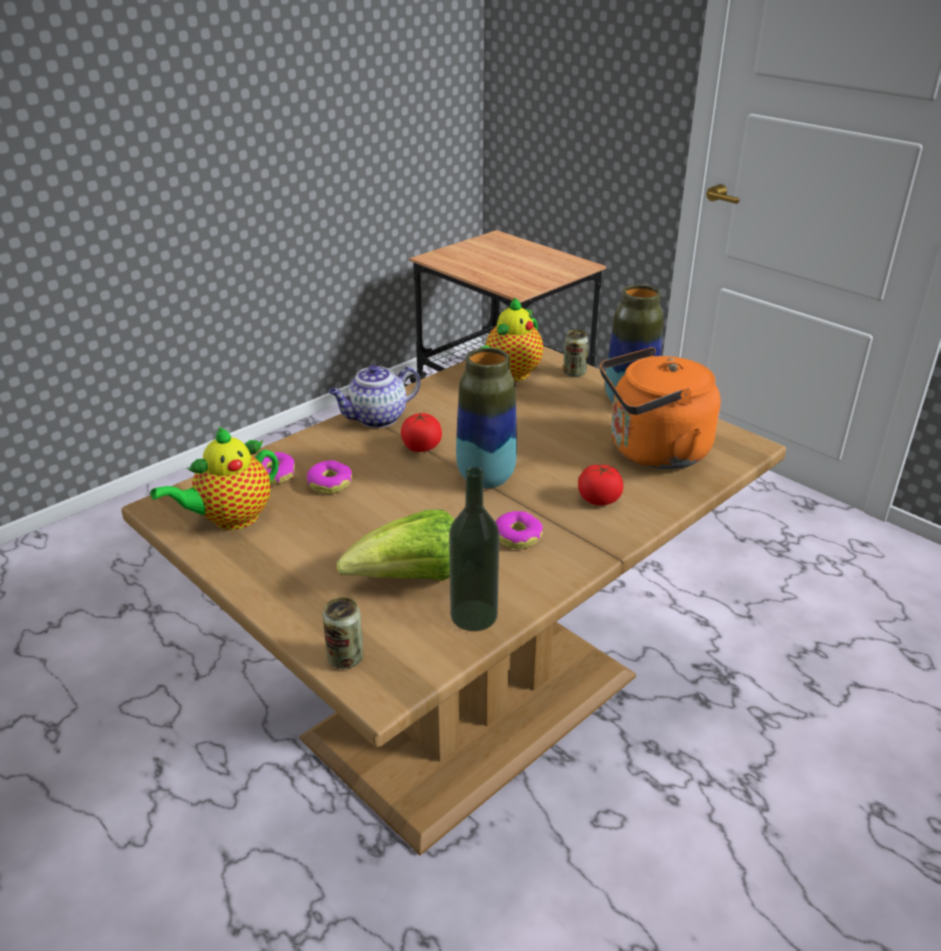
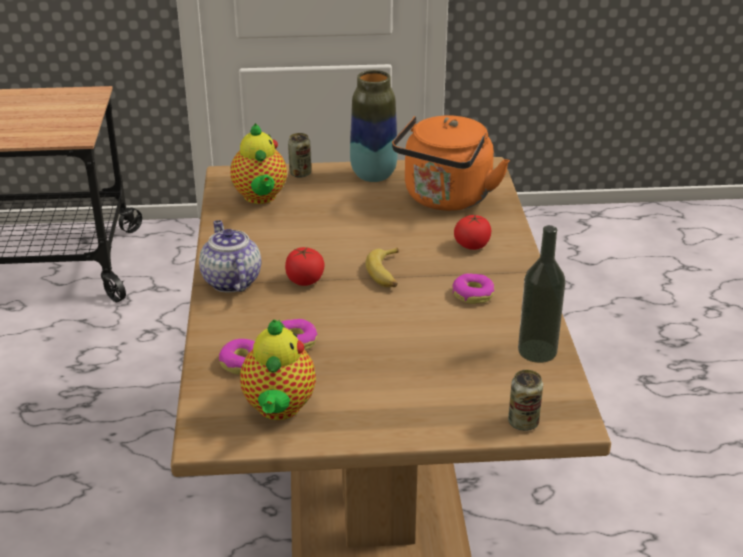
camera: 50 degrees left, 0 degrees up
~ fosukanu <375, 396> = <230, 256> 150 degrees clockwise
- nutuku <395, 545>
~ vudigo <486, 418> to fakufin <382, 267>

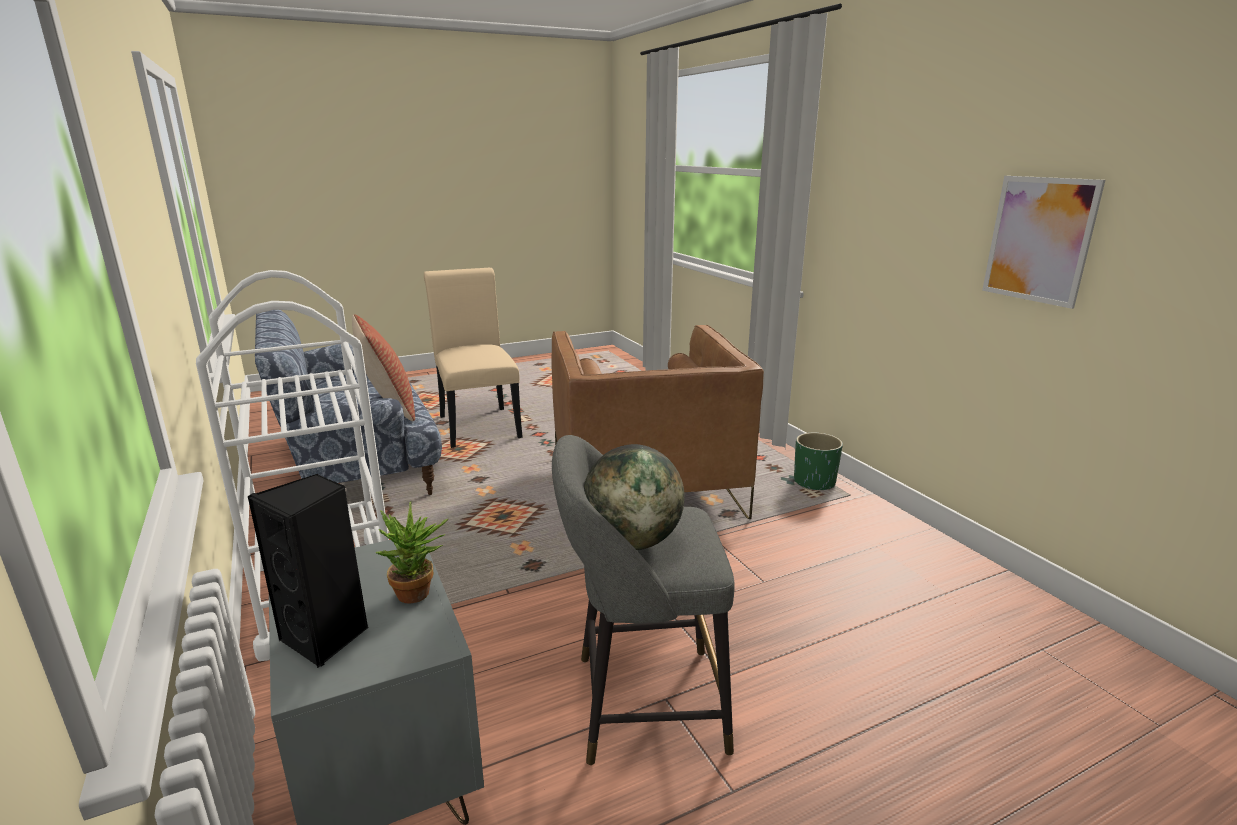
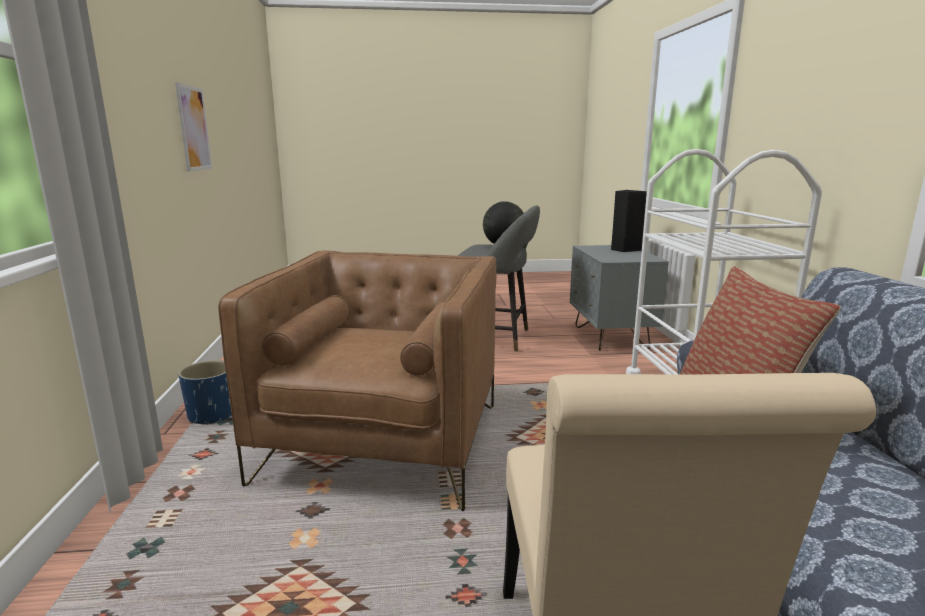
camera: 160 degrees left, 5 degrees down
- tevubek <411, 552>
~ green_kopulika <818, 461> to blue_kopulika <205, 392>

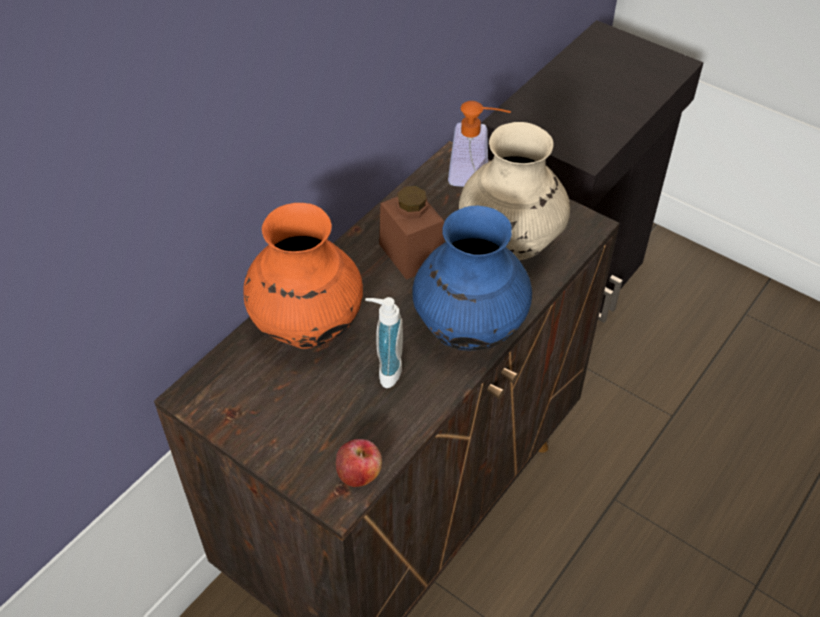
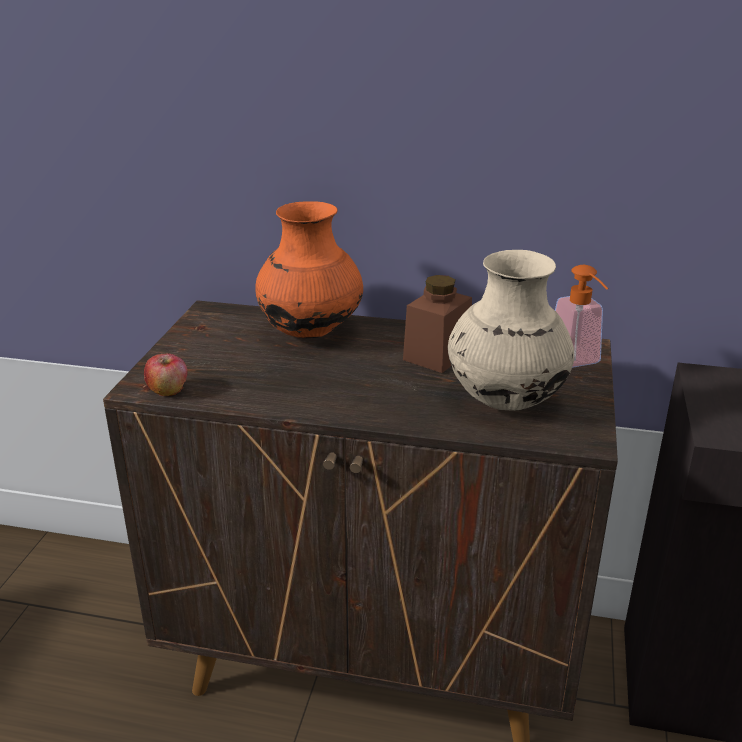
camera: 65 degrees right, 20 degrees down
- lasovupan <384, 342>
- blue_vudigo <472, 278>

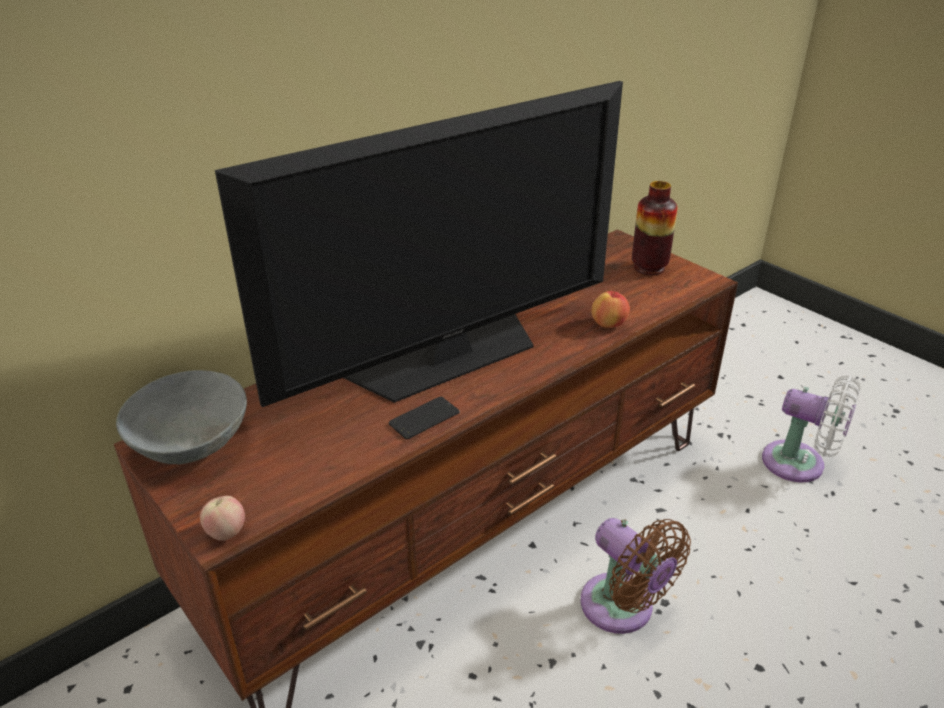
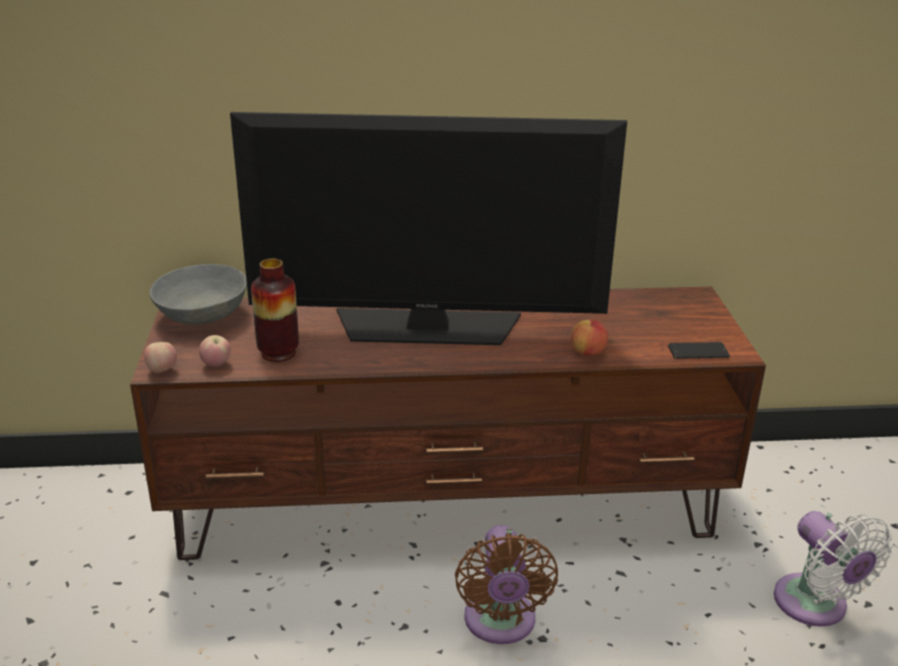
camera: 35 degrees right, 5 degrees down
~ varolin <424, 418> to <699, 350>
~ vudigo <654, 228> to <275, 310>
+ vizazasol <215, 350>

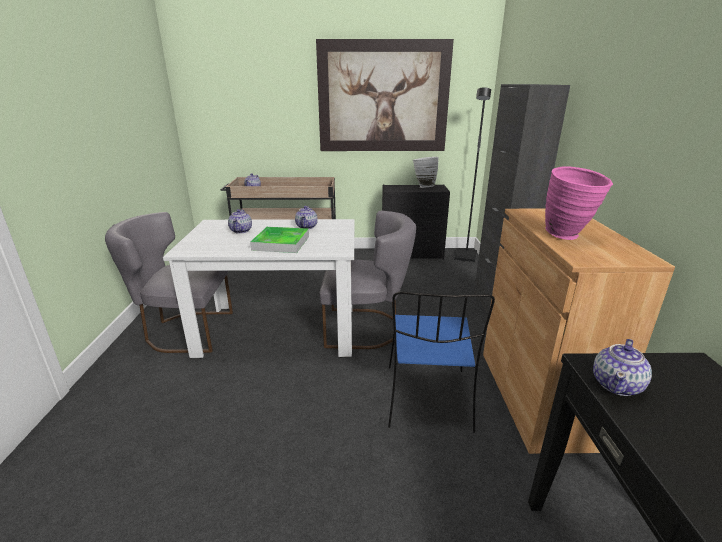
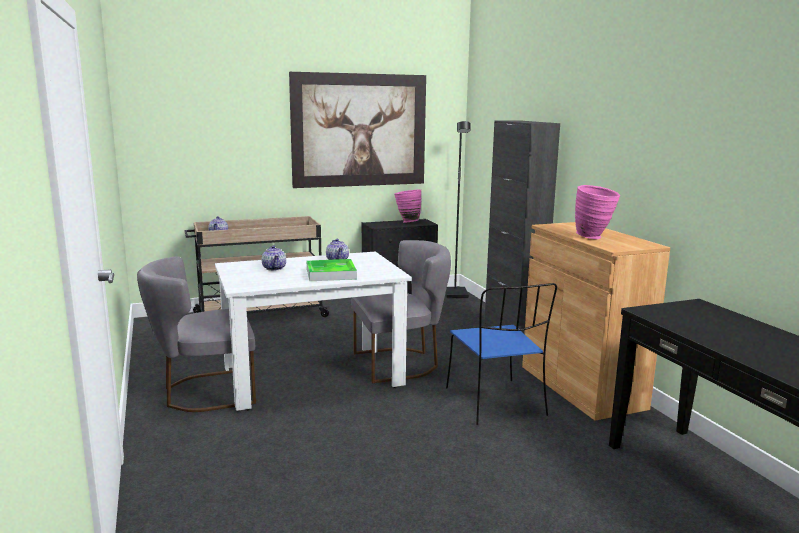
camera: 20 degrees left, 10 degrees down
~ white_vudigo <426, 172> to pink_vudigo <408, 206>
- fosukanu <622, 367>

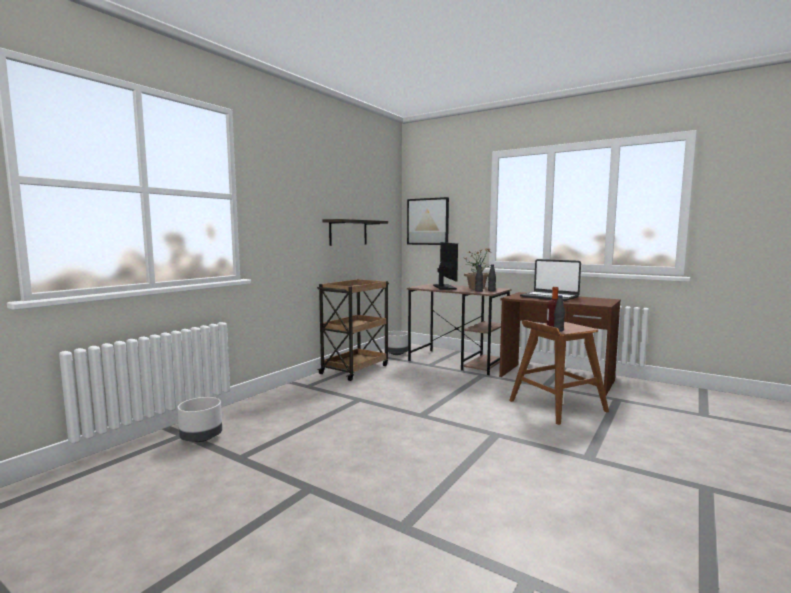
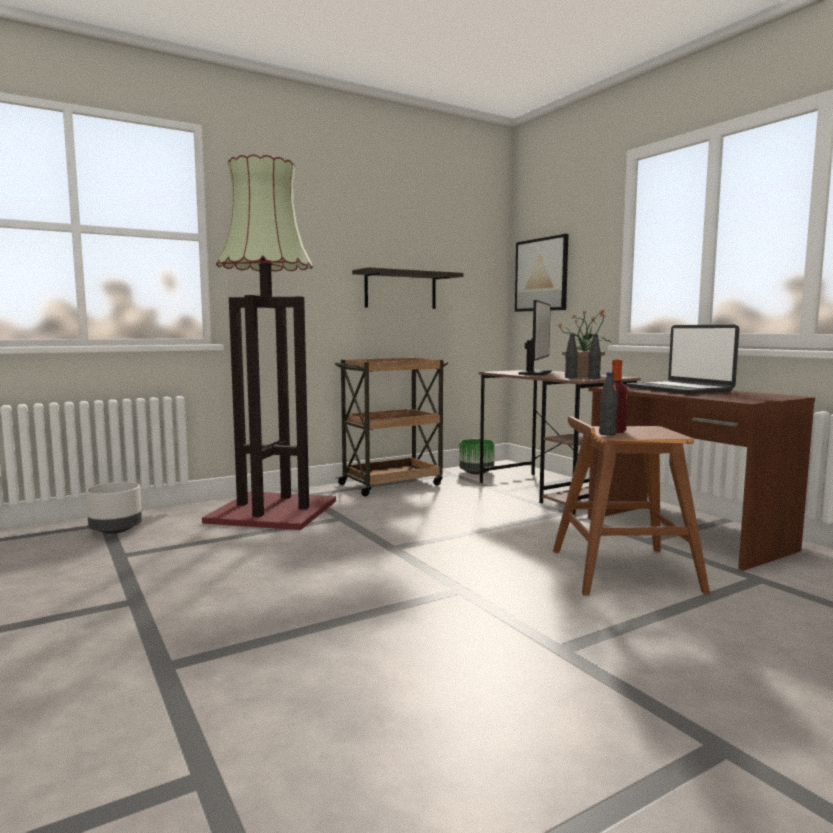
camera: 25 degrees right, 0 degrees up
~ grey_kopulika <398, 343> to green_kopulika <477, 457>
+ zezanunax <269, 342>

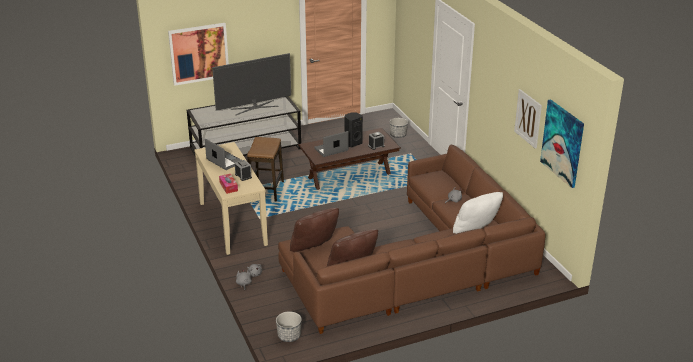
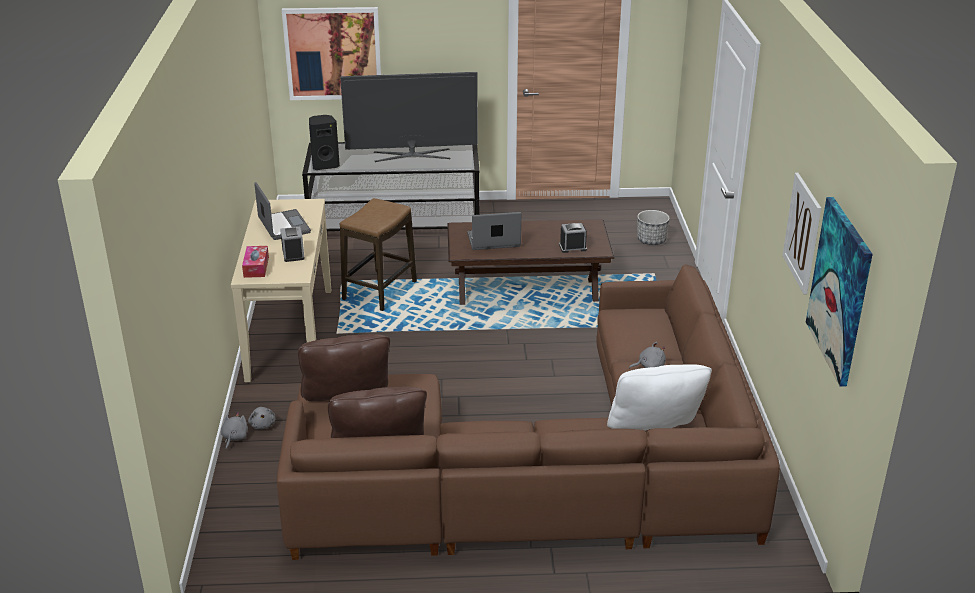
camera: 20 degrees right, 0 degrees up
- kopulika <289, 326>
~ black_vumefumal <353, 129> to <324, 142>

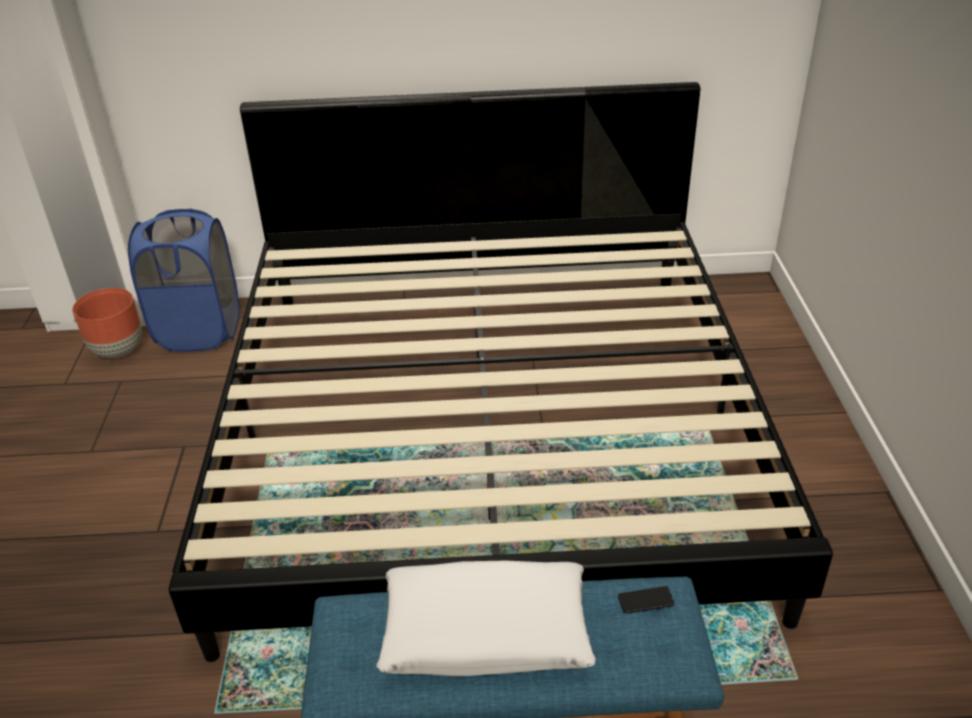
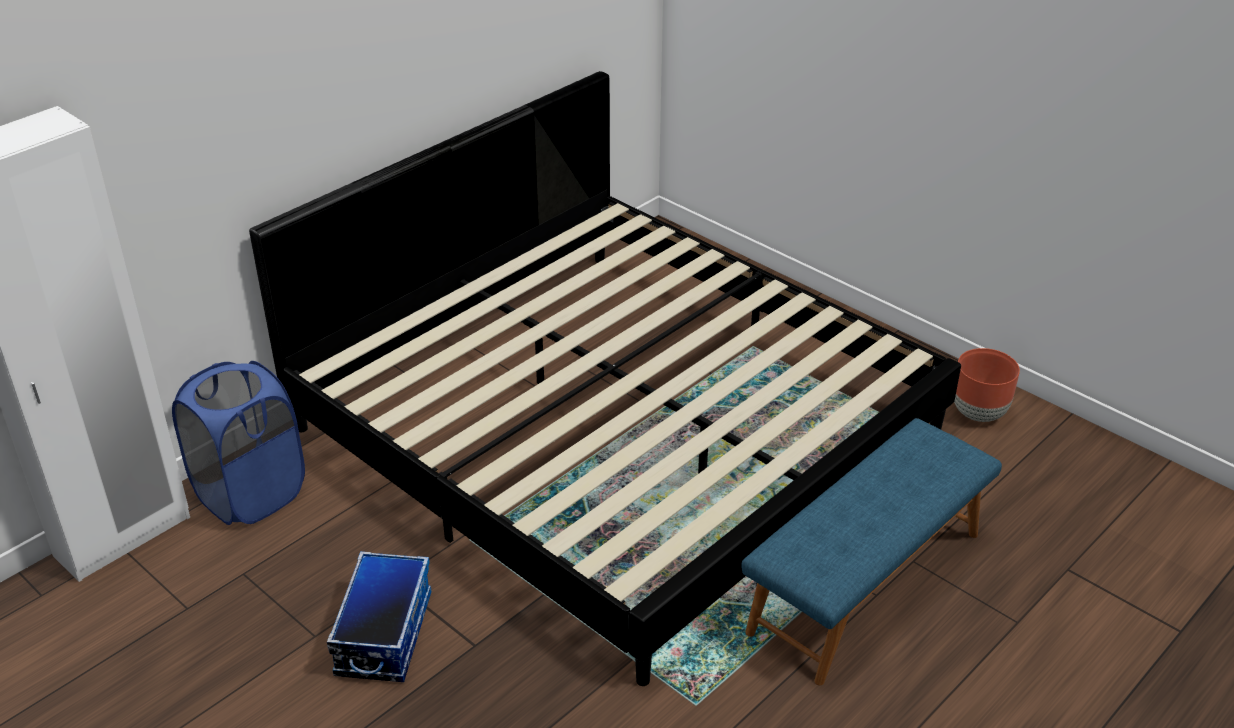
camera: 45 degrees left, 0 degrees up
~ brown_kopulika <107, 323> to <987, 385>
- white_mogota <486, 619>
- varolin <646, 600>
+ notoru <379, 616>

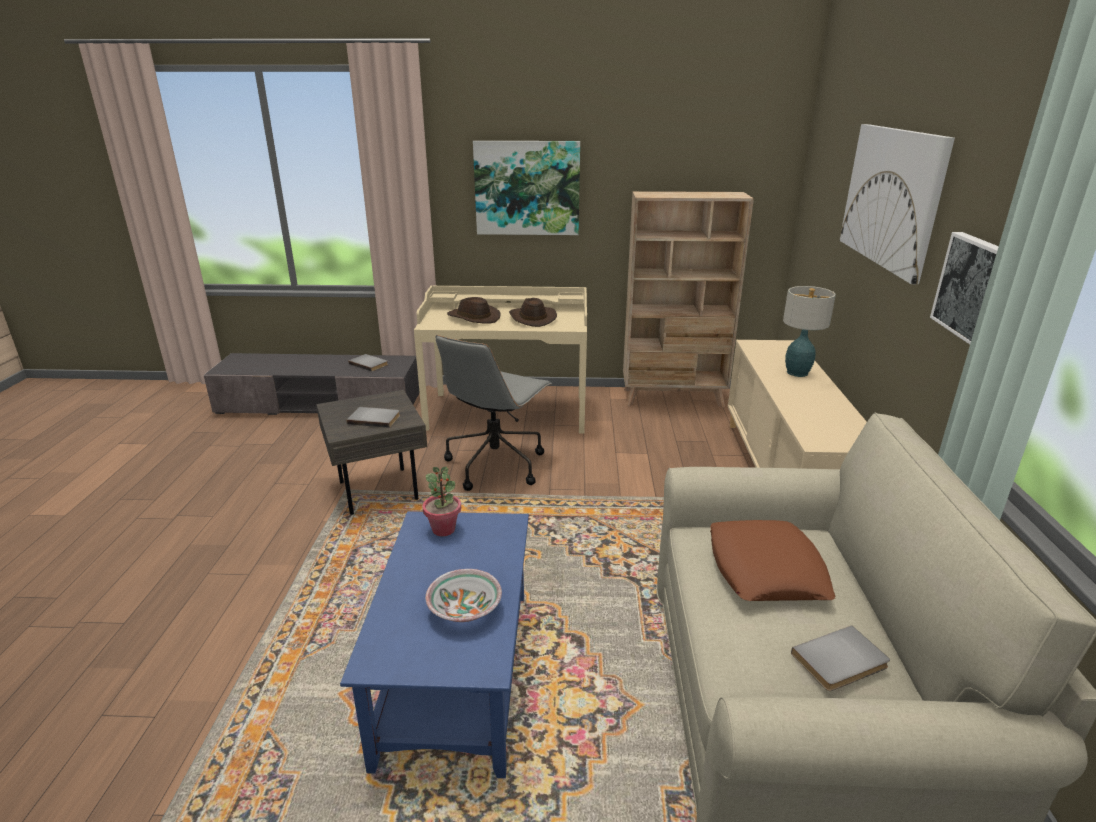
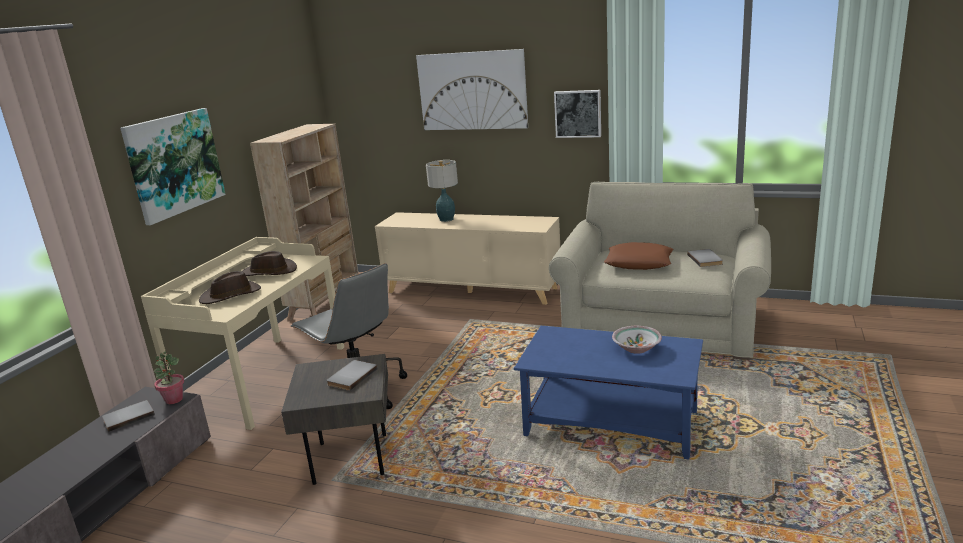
camera: 70 degrees left, 5 degrees down
~ tevubek <441, 501> to <169, 378>

